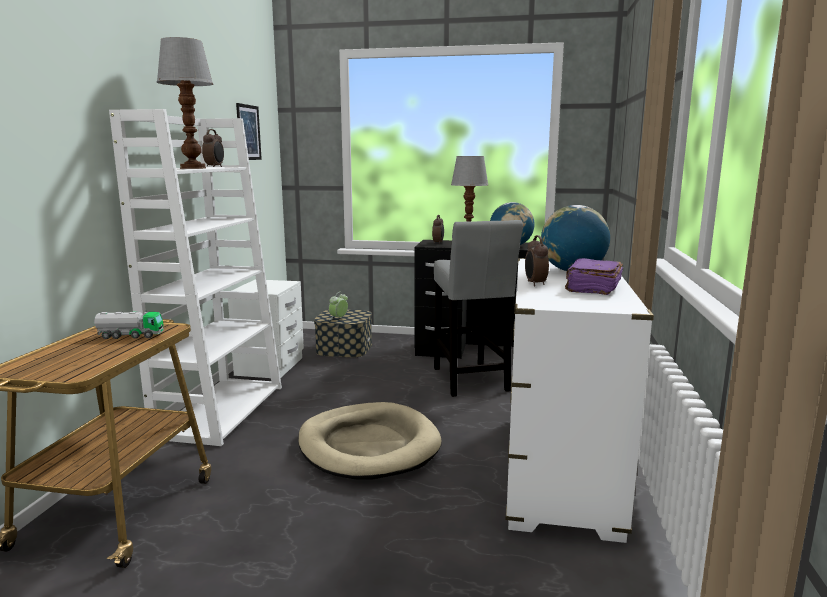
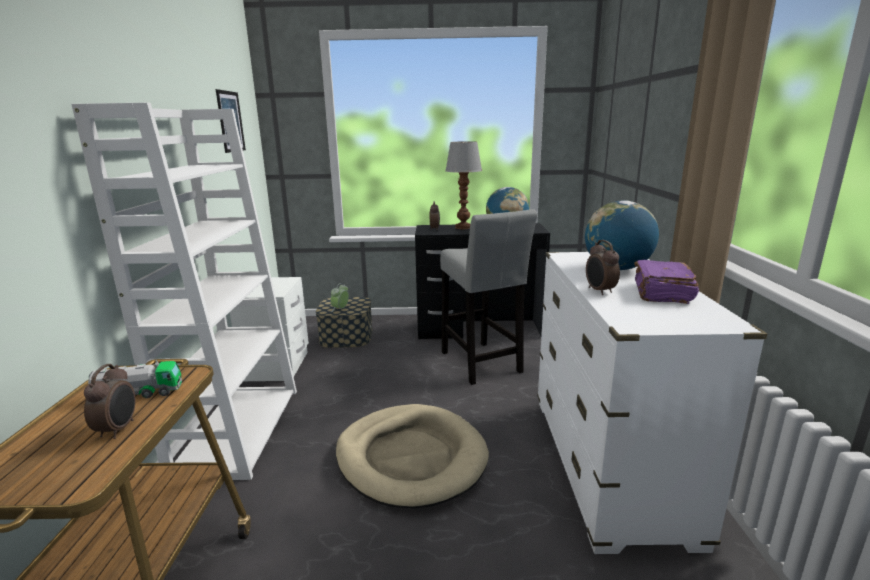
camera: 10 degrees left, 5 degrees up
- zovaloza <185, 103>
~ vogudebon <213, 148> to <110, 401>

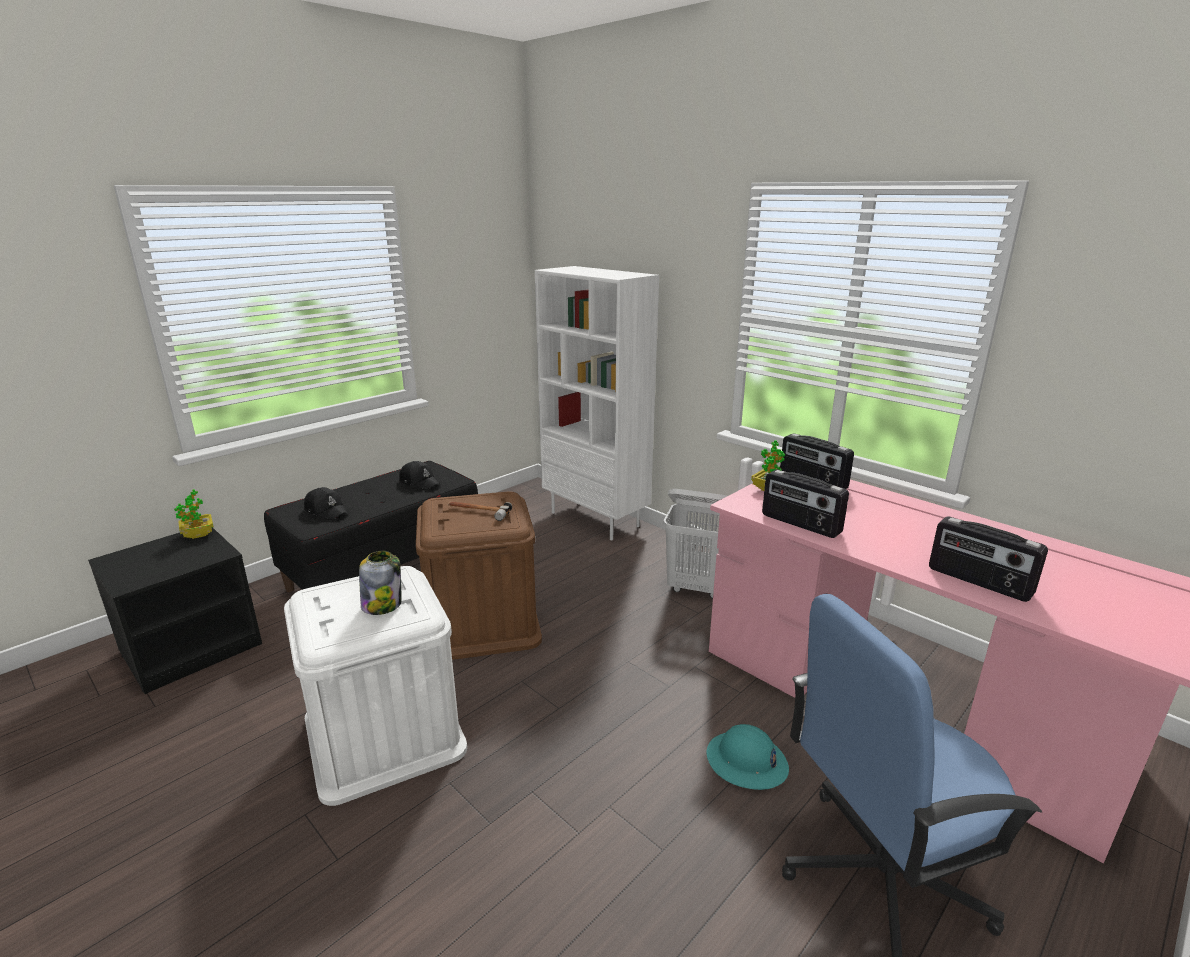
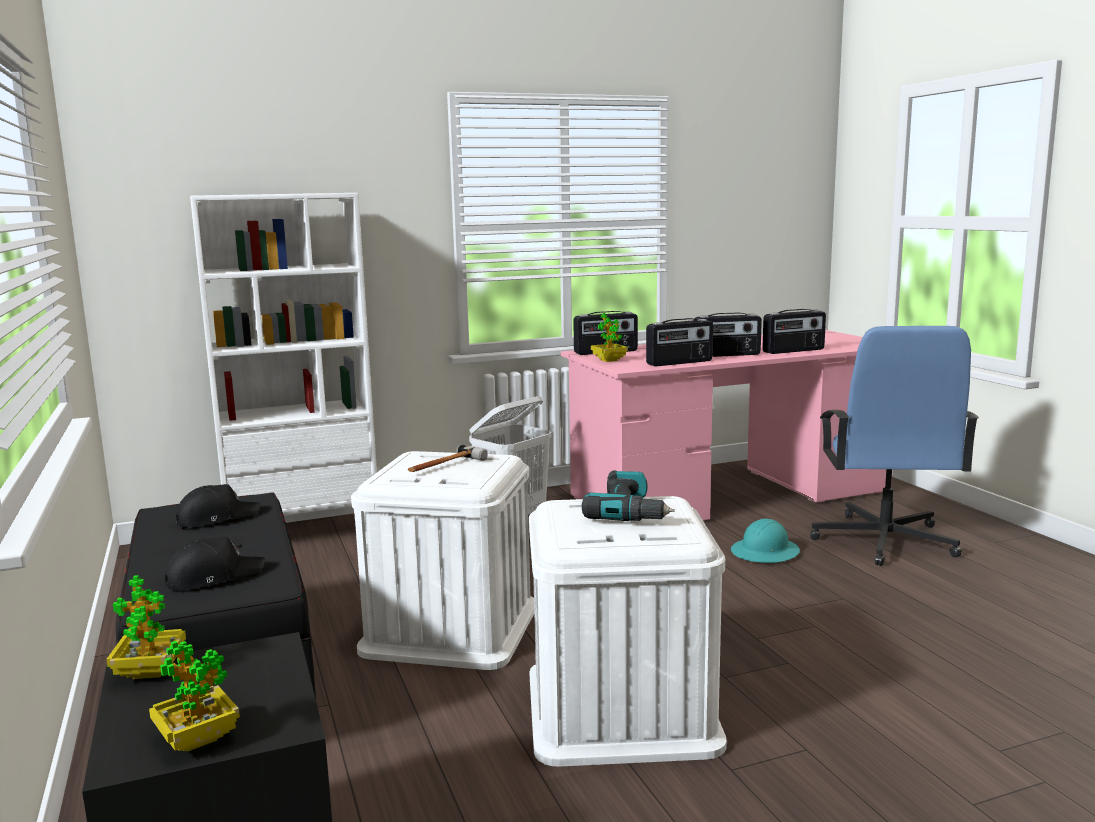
camera: 65 degrees left, 10 degrees down
~ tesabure <380, 583> to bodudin <628, 495>
~ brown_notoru <479, 576> to white_notoru <442, 560>
+ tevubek <194, 696>
+ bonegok <728, 335>

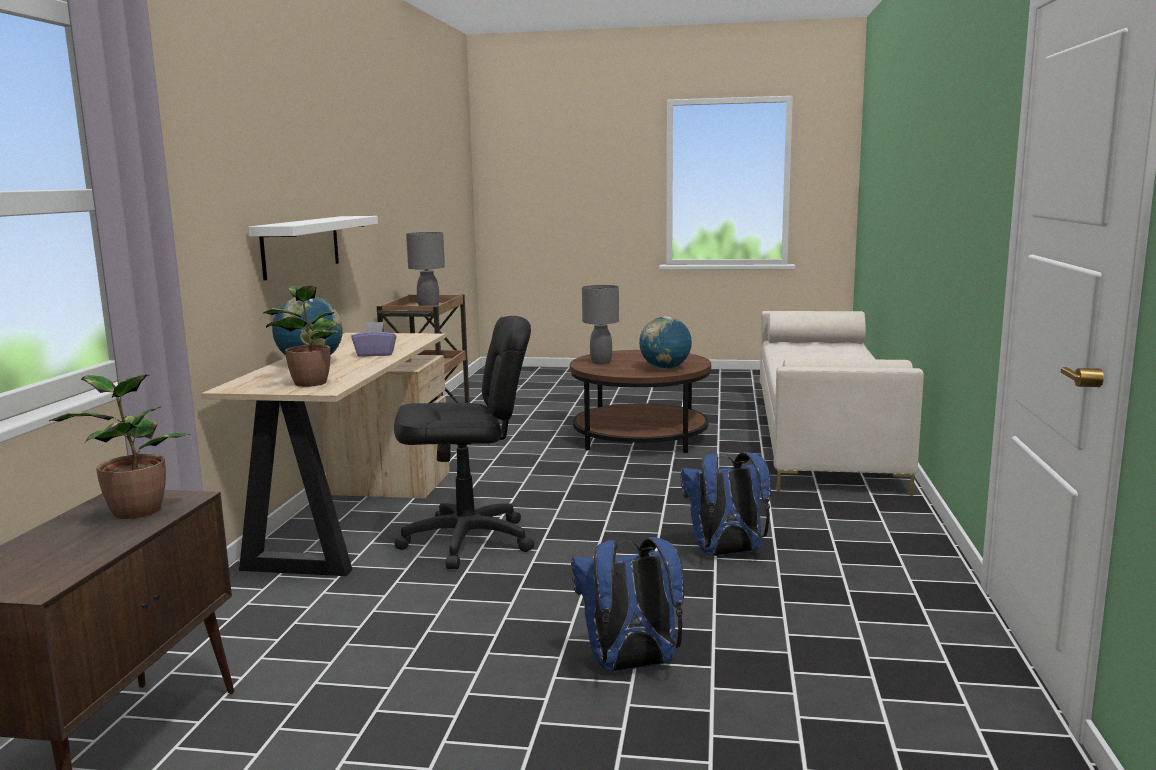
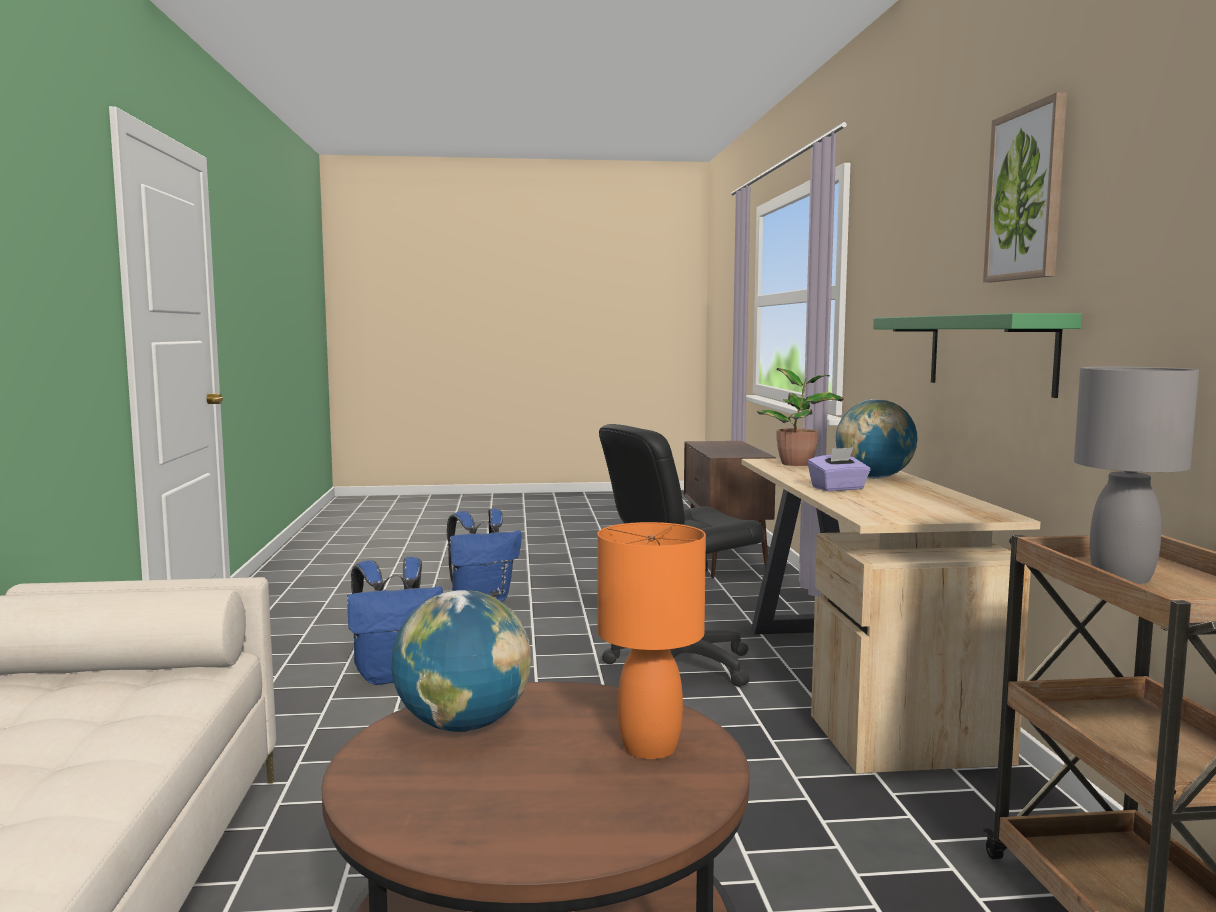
camera: 165 degrees right, 5 degrees down
- tevubek <119, 447>
~ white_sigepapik <313, 248> to green_sigepapik <977, 355>
~ grey_zovaloza <600, 325> to orange_zovaloza <651, 640>
+ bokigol <1025, 187>

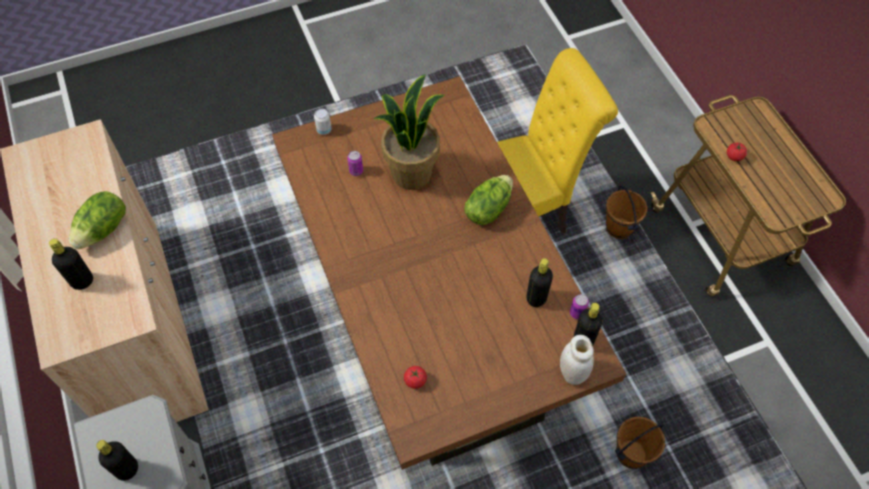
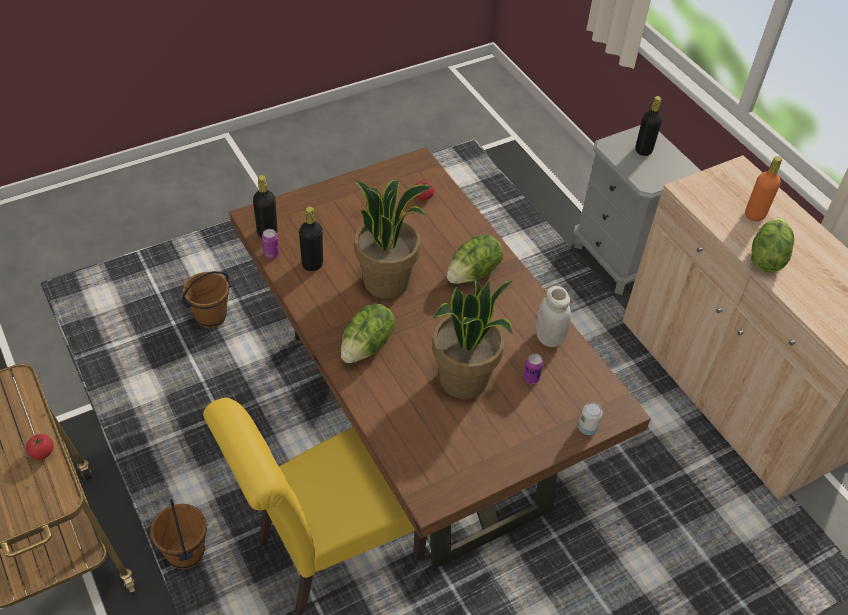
camera: 170 degrees right, 10 degrees down
~ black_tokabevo <71, 264> to orange_tokabevo <763, 188>
~ white_tesabure <577, 360> to <553, 316>
+ tevubek <393, 239>
+ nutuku <475, 259>

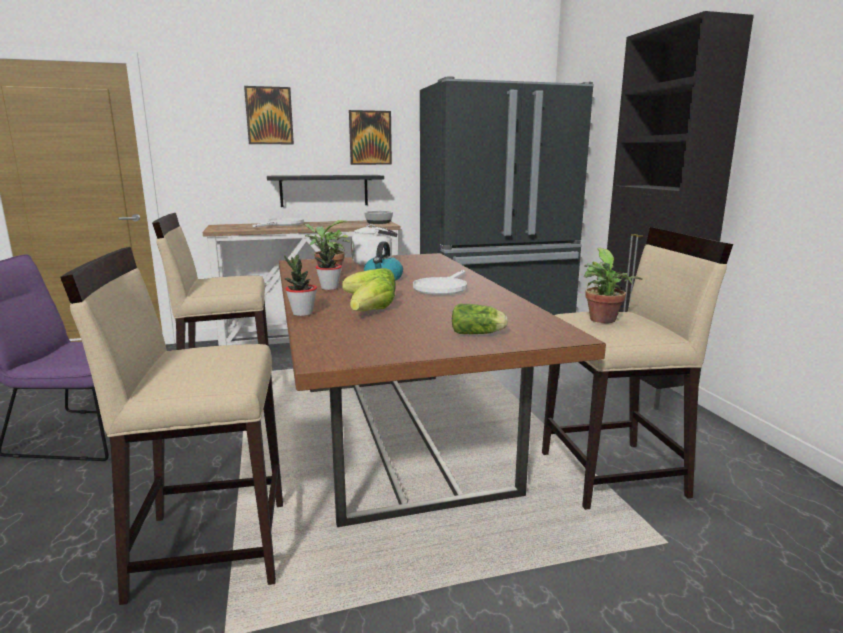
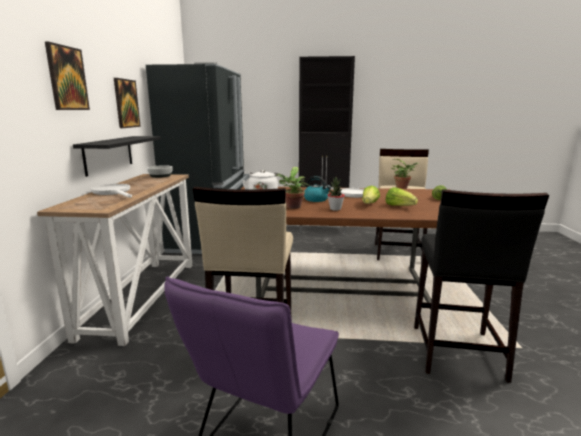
camera: 70 degrees left, 0 degrees up
~ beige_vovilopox <171, 426> to black_vovilopox <481, 286>
- tevubek <300, 285>

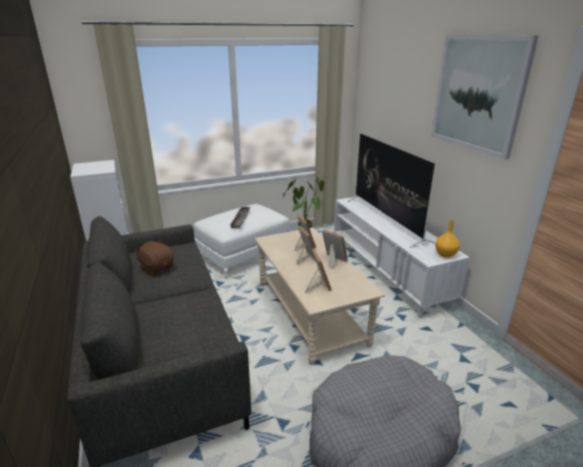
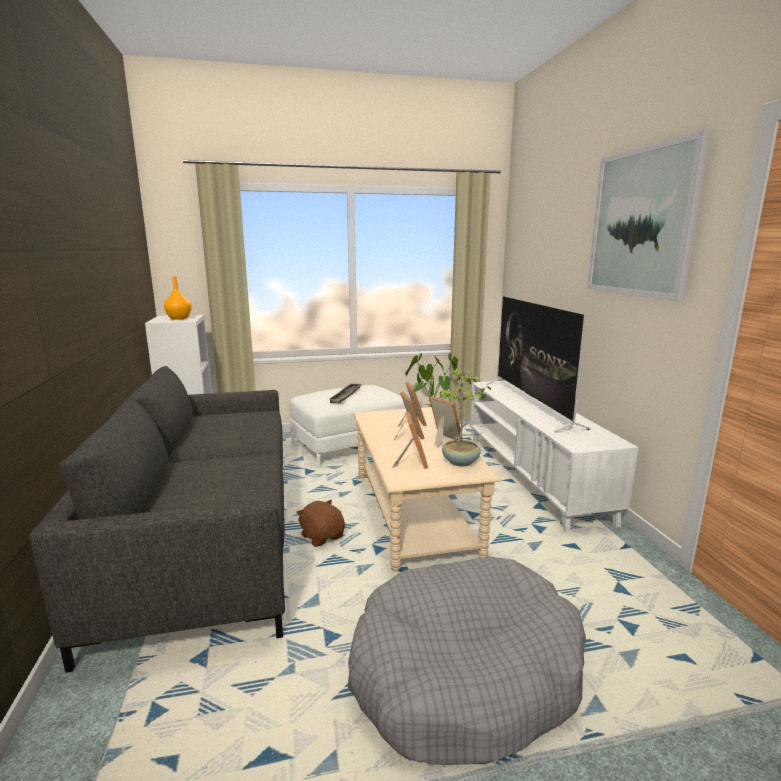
camera: 10 degrees right, 10 degrees down
~ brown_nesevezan <154, 258> to <320, 523>
~ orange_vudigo <447, 239> to <178, 298>
+ tevubek <465, 417>

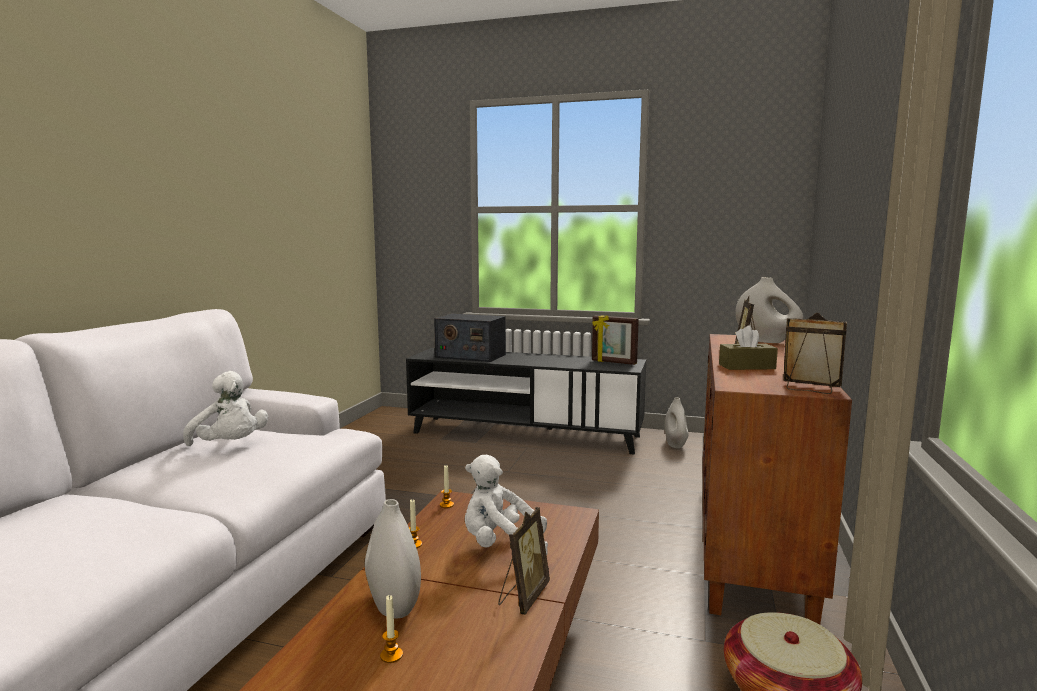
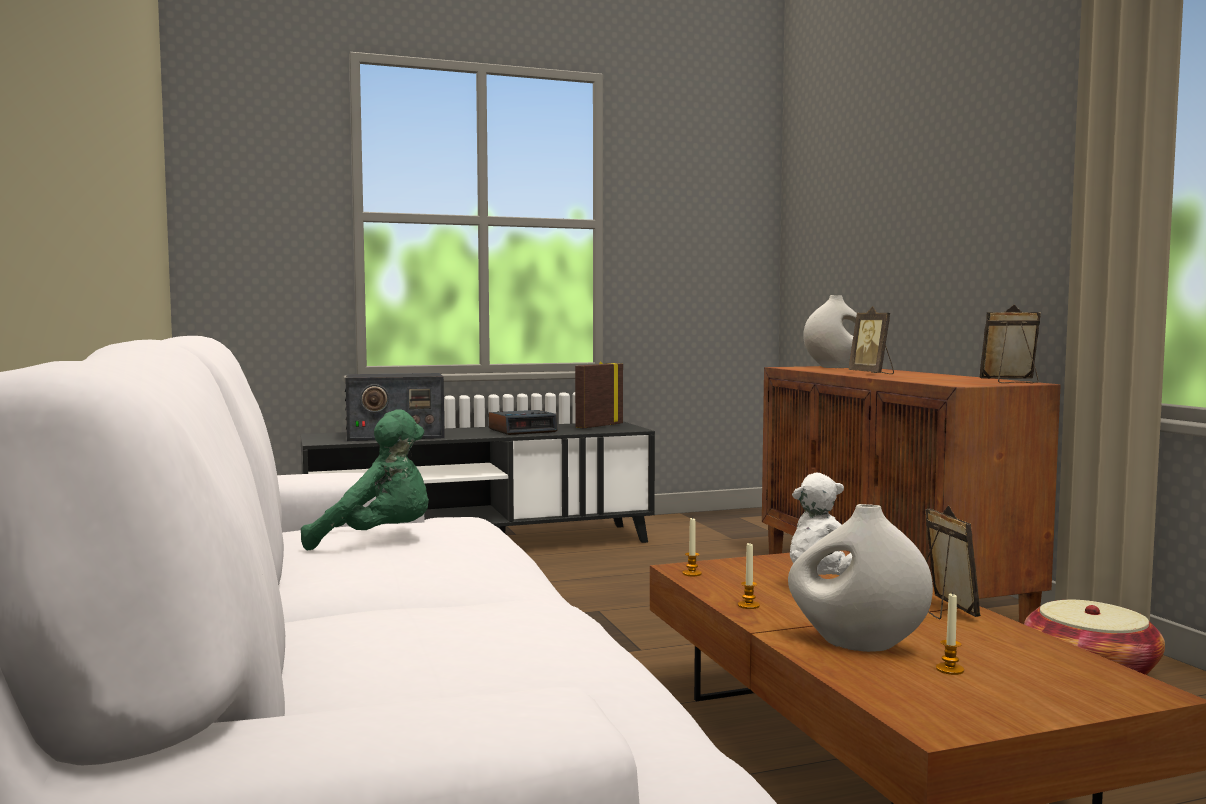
camera: 35 degrees left, 5 degrees down
~ white_nesevezan <225, 408> to green_nesevezan <365, 479>
~ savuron <615, 340> = <599, 394> 135 degrees clockwise
- white_vudigo <677, 422>
- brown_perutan <748, 347>
+ vogudebon <523, 422>

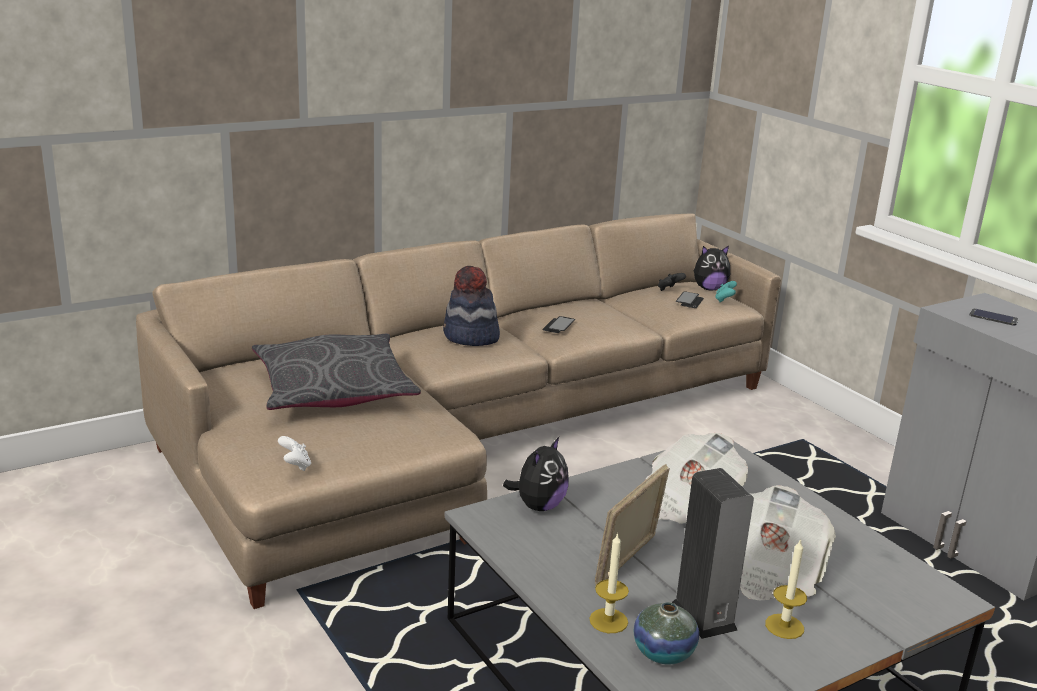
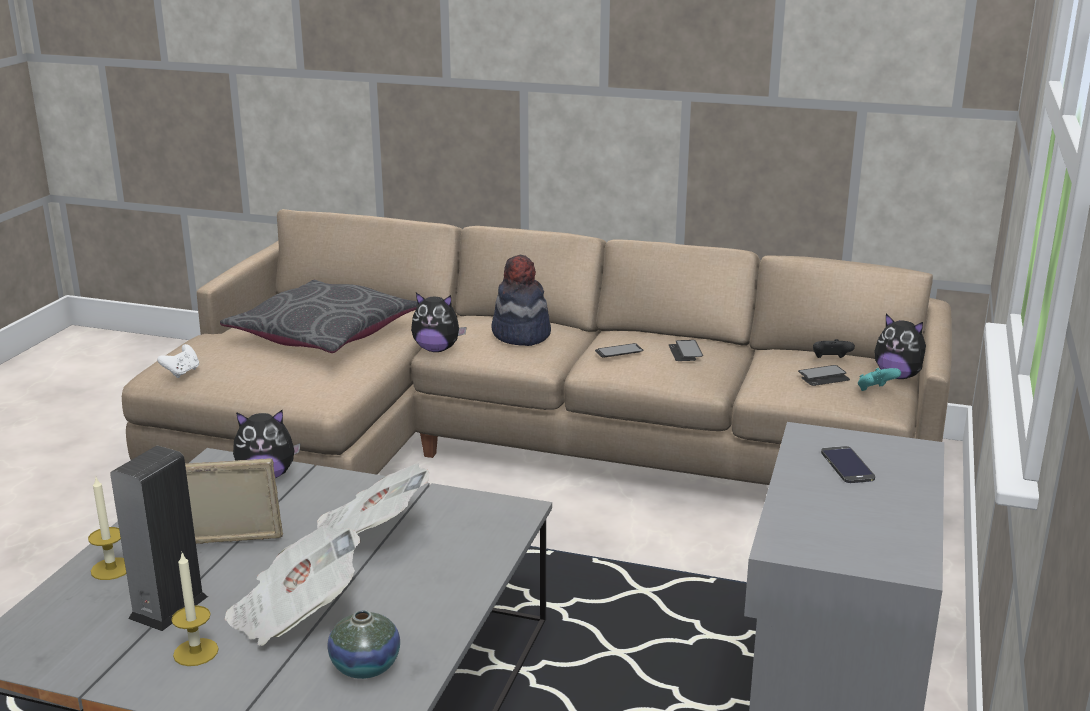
camera: 50 degrees right, 0 degrees up
~ vudigo <666, 633> to <363, 644>
+ nesevezan <439, 322>
+ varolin <686, 350>

